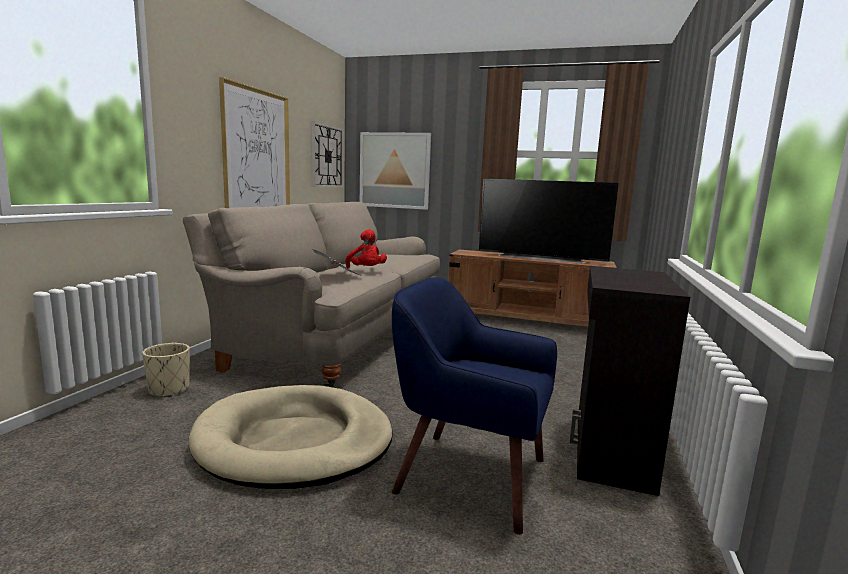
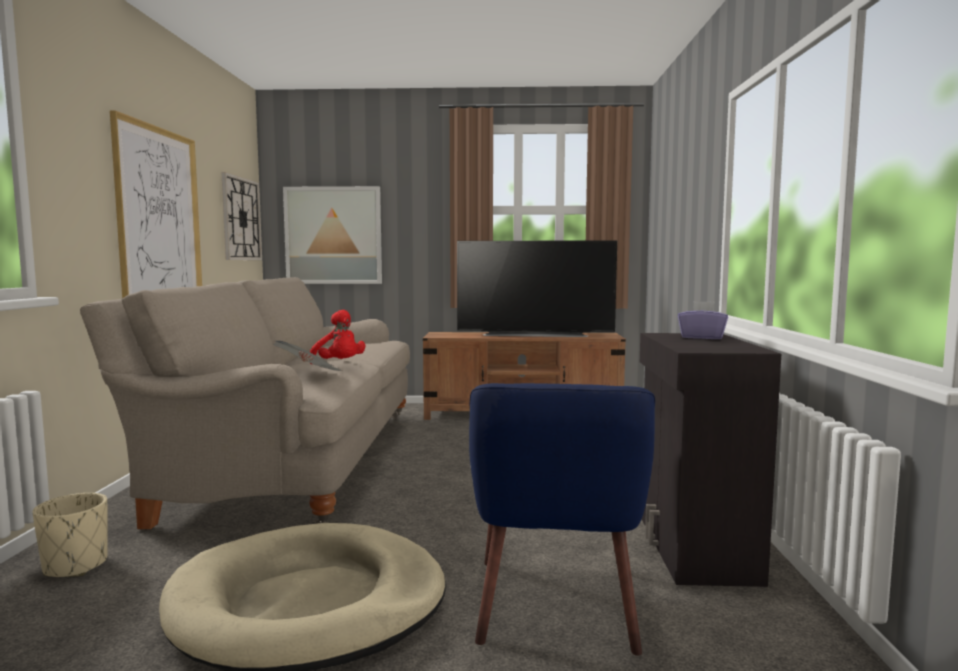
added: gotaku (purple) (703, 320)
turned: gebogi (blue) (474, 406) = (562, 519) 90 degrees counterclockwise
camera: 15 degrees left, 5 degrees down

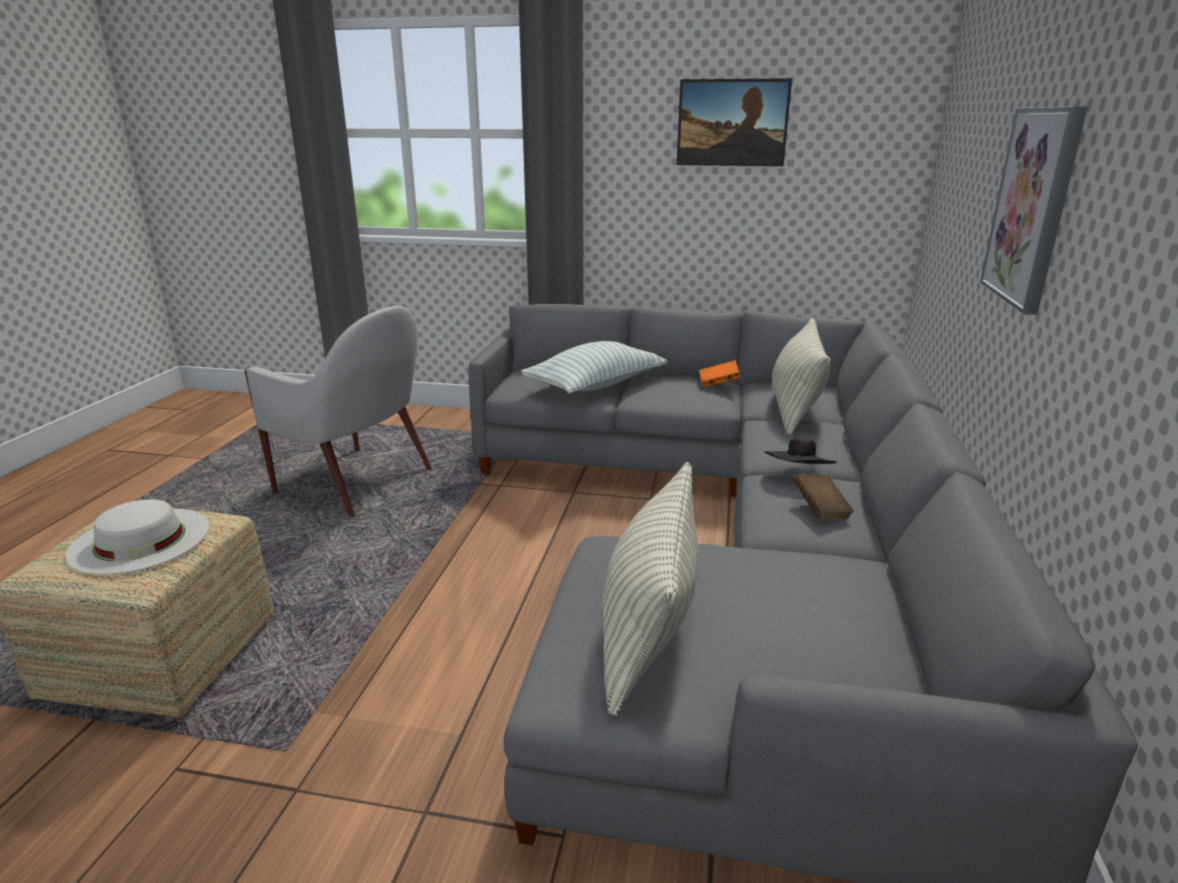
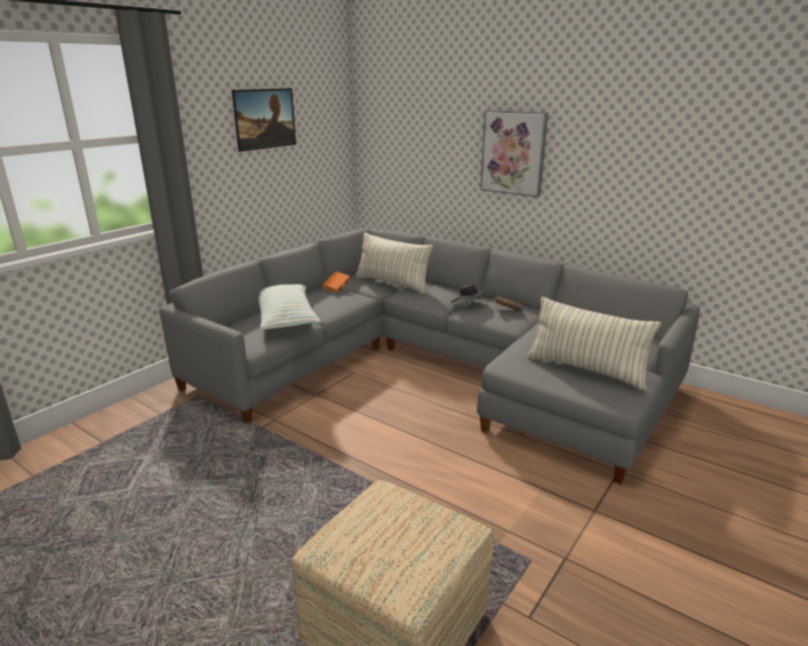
removed: gebogi (white) (338, 411); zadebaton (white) (137, 537)
camera: 65 degrees left, 0 degrees up

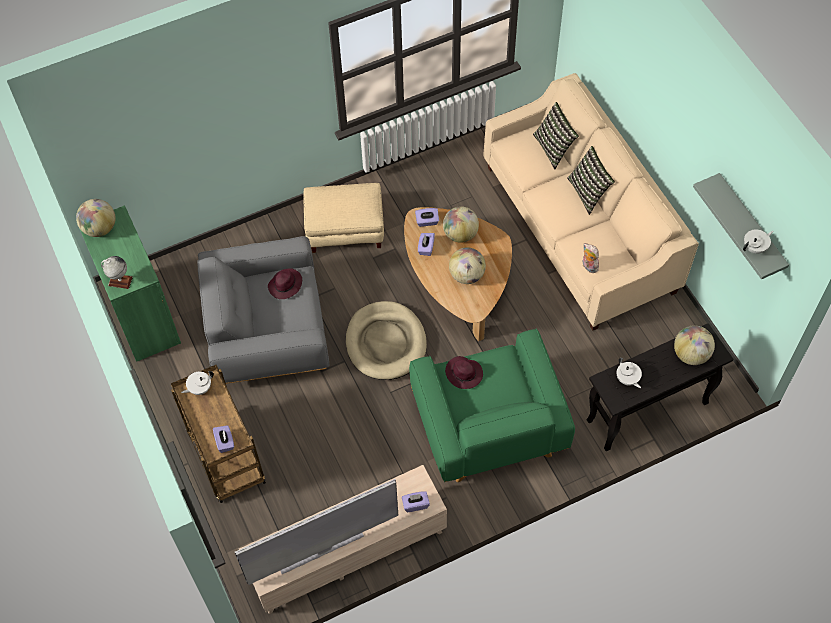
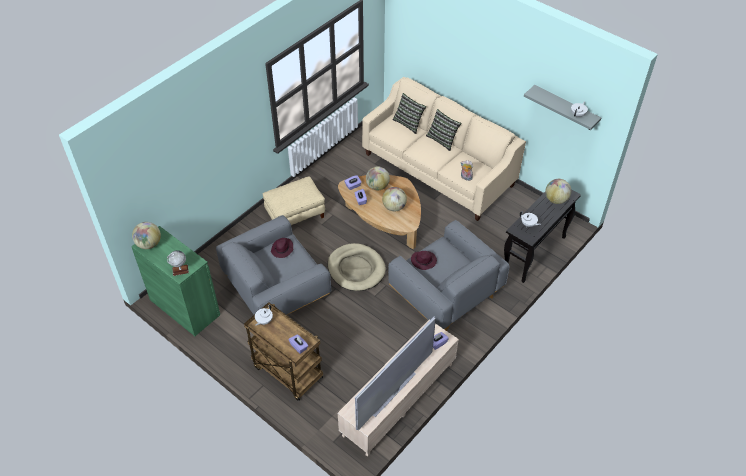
recoloured: gebogi (green) (492, 405) to gebogi (grey) (448, 275)
camera: 25 degrees left, 10 degrees down

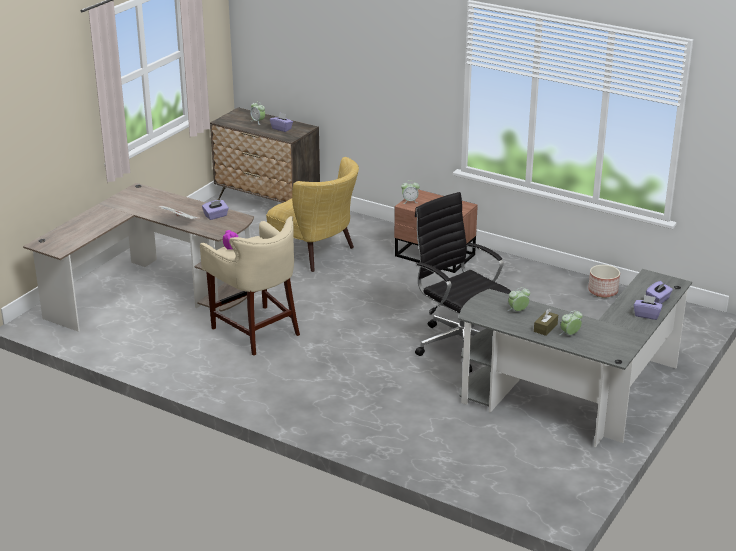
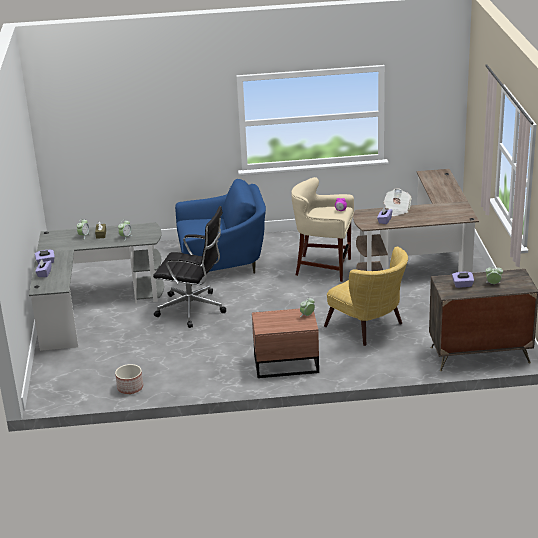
added: gebogi (blue) (220, 232)
turned: gebogi (yellow) (312, 214) = (366, 296) 135 degrees counterclockwise
camera: 145 degrees right, 0 degrees up

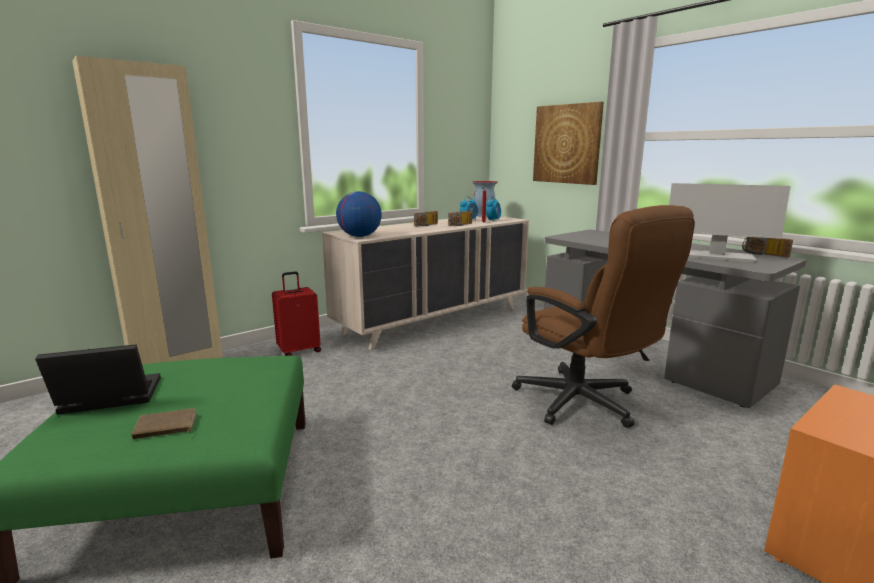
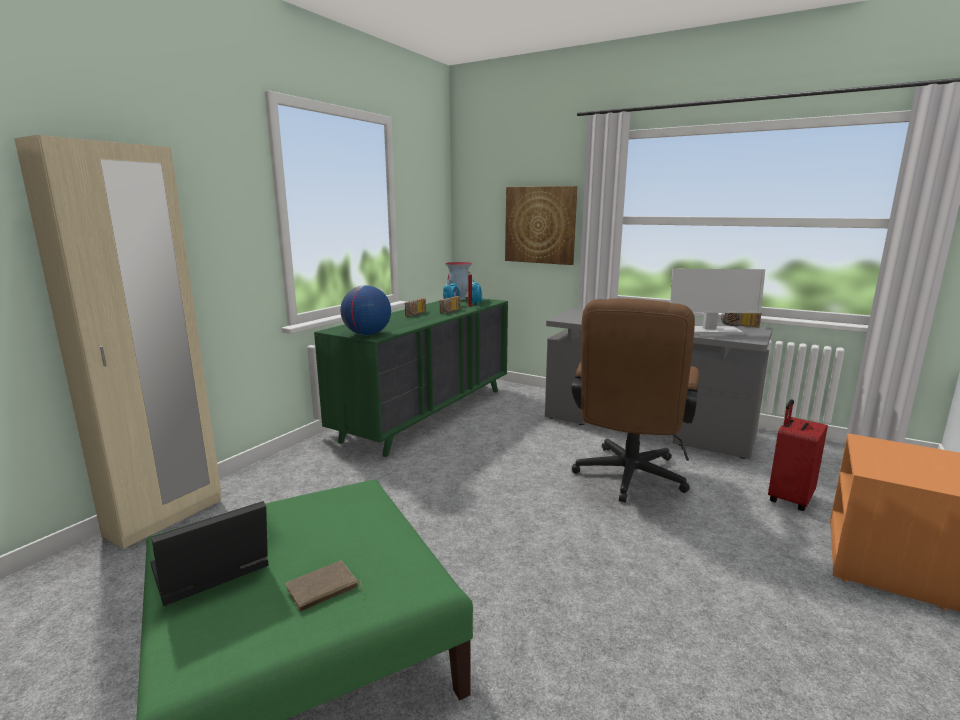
moved: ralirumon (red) (296, 313) to (798, 455)
recoloured: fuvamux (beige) (425, 282) to fuvamux (green) (411, 377)
turned: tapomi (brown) (603, 316) = (635, 401) 75 degrees clockwise
camera: 20 degrees left, 0 degrees up

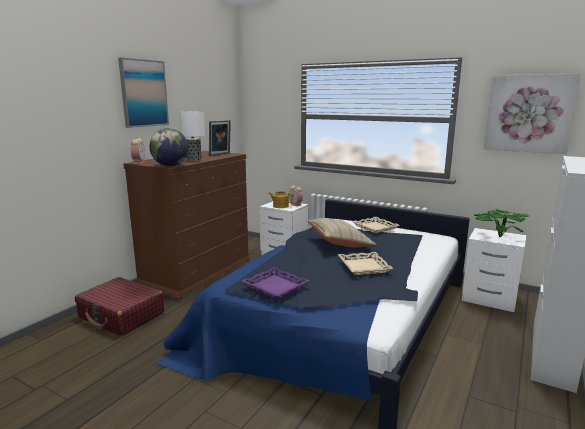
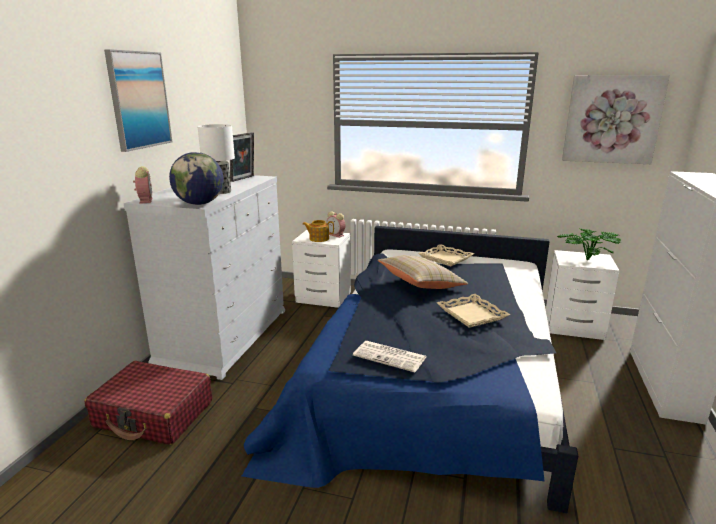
replaced: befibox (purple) (276, 283) to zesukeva (389, 356)
recoloured: fuvamux (brown) (186, 226) to fuvamux (white) (204, 277)
camera: 15 degrees left, 5 degrees up

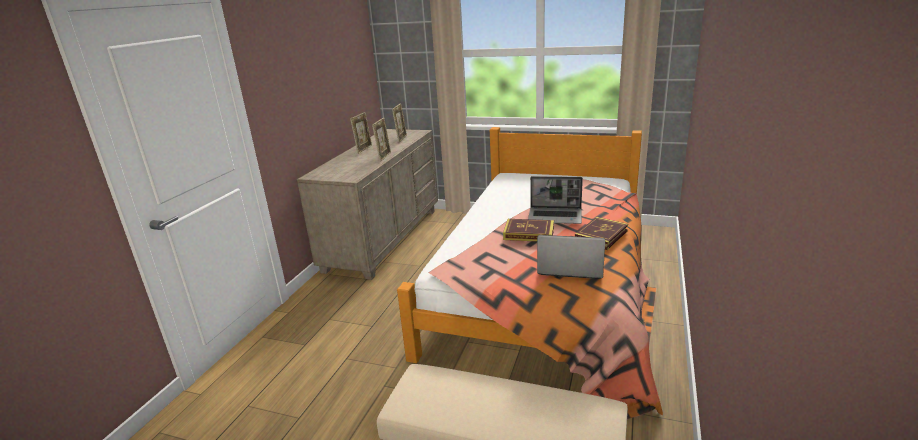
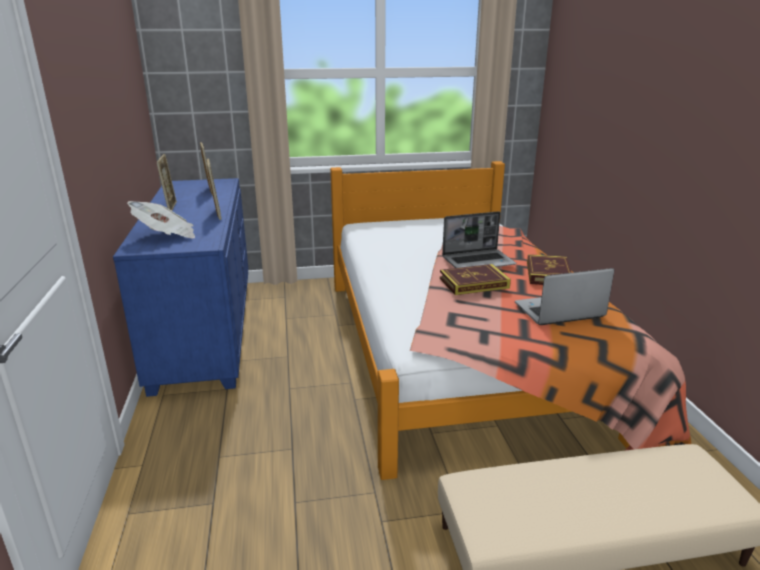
added: zesukeva (161, 219)
recoloured: fuvamux (beige) (367, 204) to fuvamux (blue) (180, 287)
camera: 30 degrees left, 0 degrees up

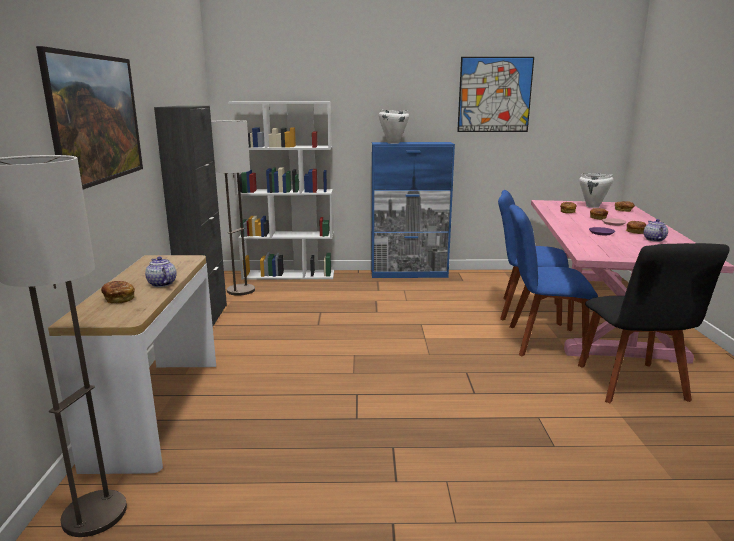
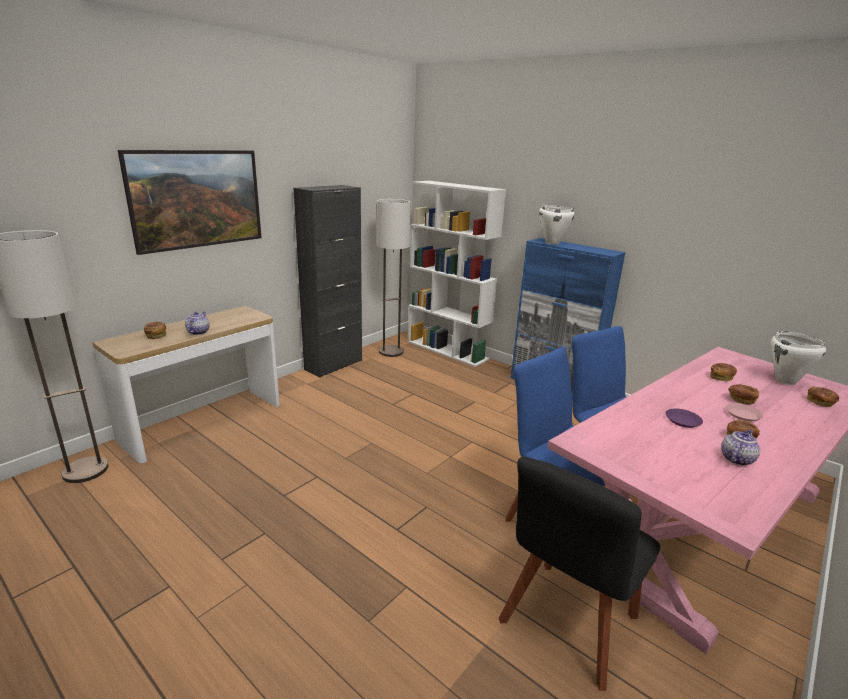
removed: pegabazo (495, 94)
camera: 40 degrees right, 5 degrees up

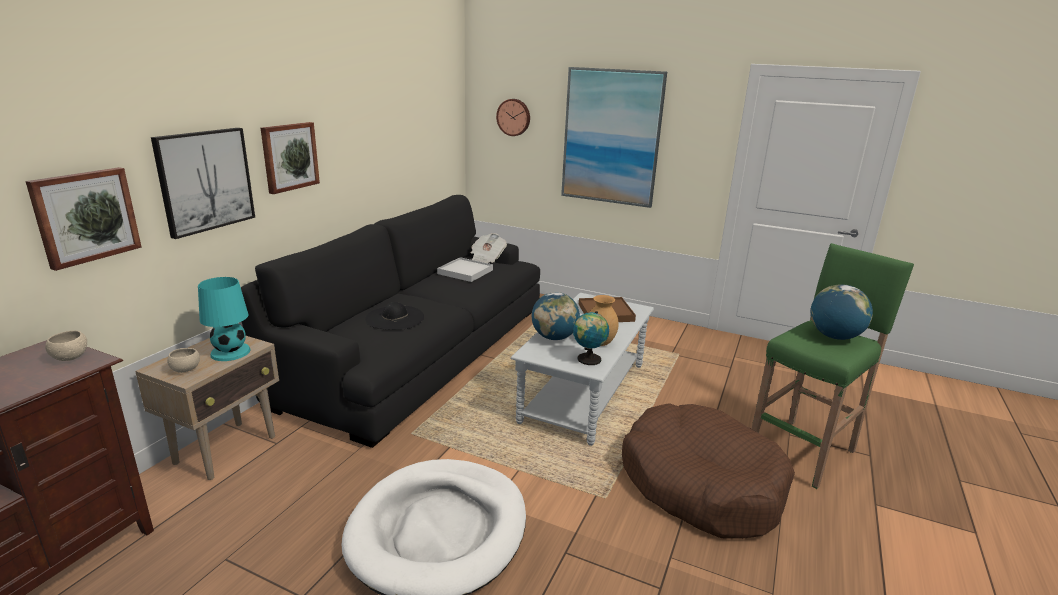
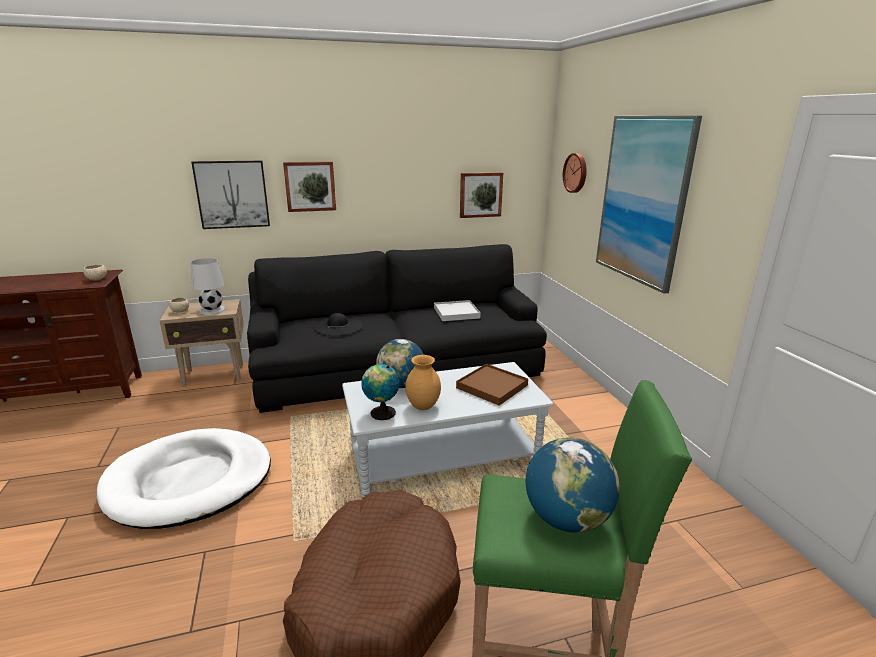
removed: zesukeva (489, 248)
moved: pegabazo (83, 219) to (481, 195)
recoloured: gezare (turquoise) (224, 319) to gezare (white) (208, 286)
camera: 50 degrees right, 0 degrees up

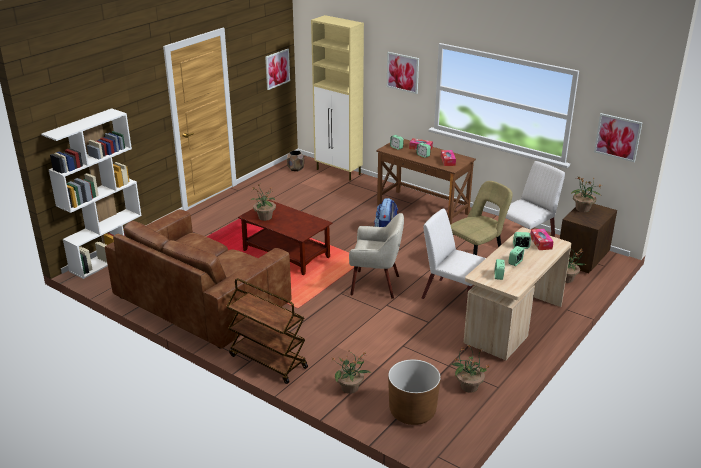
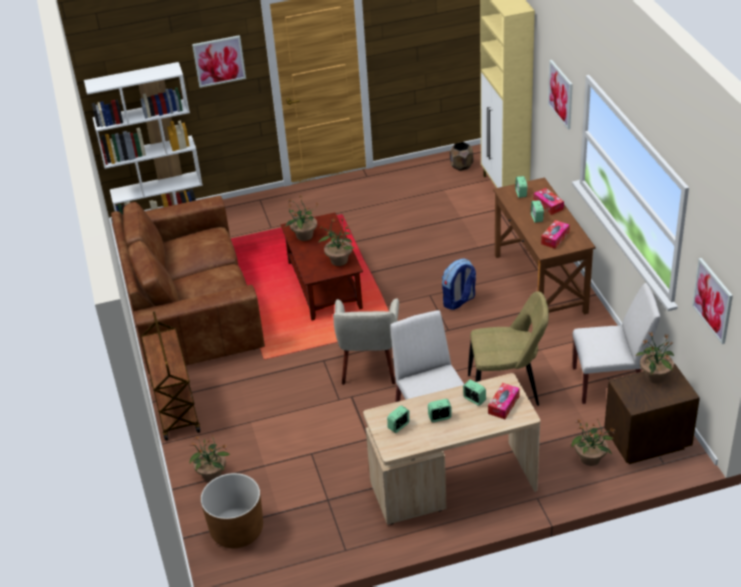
moved: pegabazo (277, 69) to (219, 61); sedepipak (470, 369) to (337, 242)
turned: gebogi (beige) (376, 256) = (366, 341) 45 degrees clockwise
camera: 40 degrees right, 10 degrees up

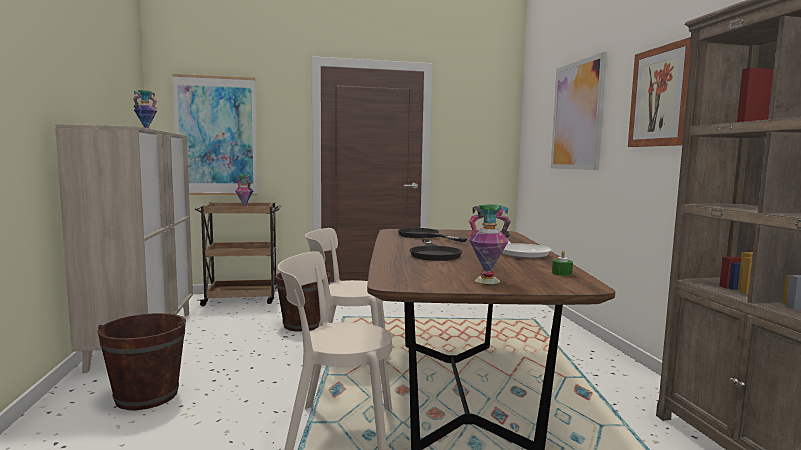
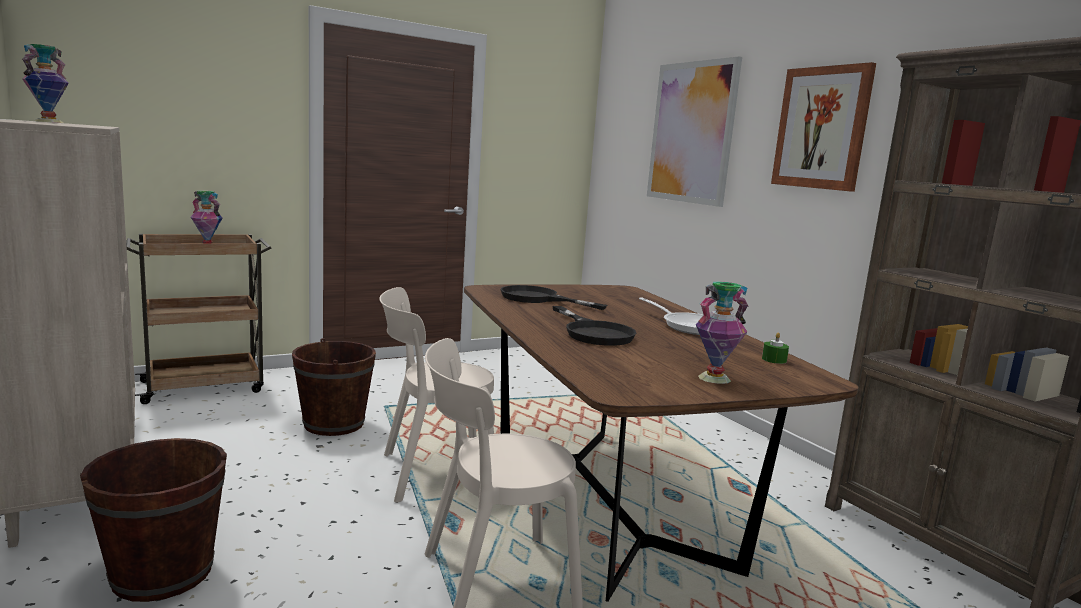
removed: pegabazo (215, 134)
camera: 20 degrees left, 5 degrees up

